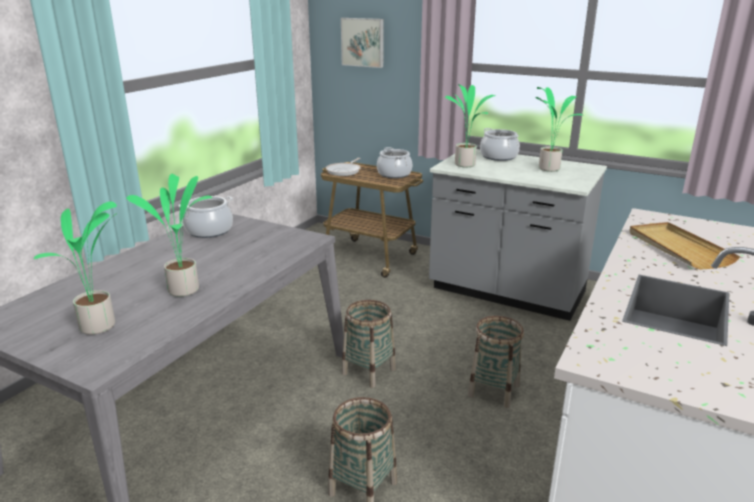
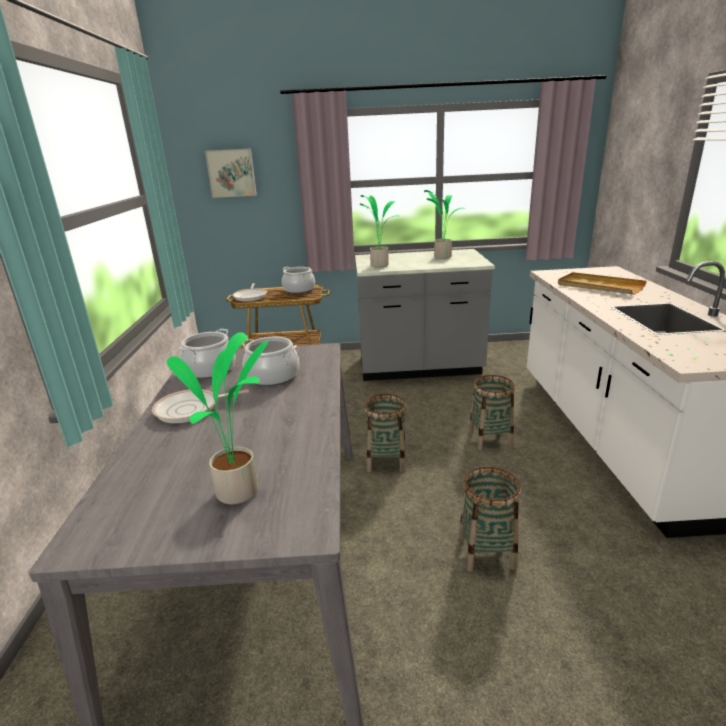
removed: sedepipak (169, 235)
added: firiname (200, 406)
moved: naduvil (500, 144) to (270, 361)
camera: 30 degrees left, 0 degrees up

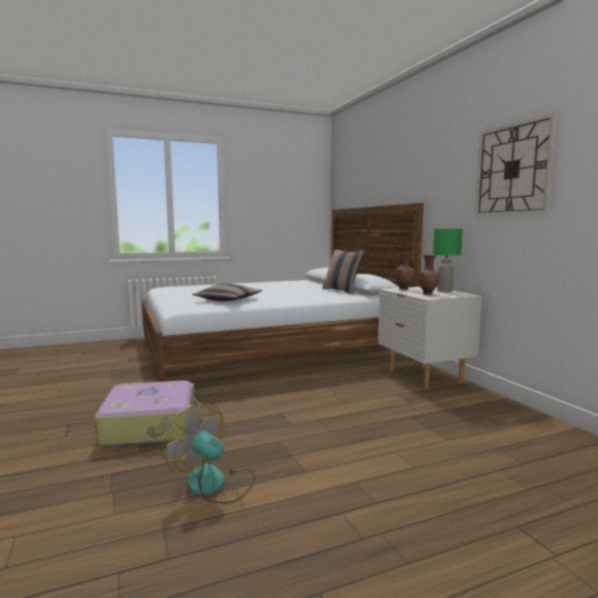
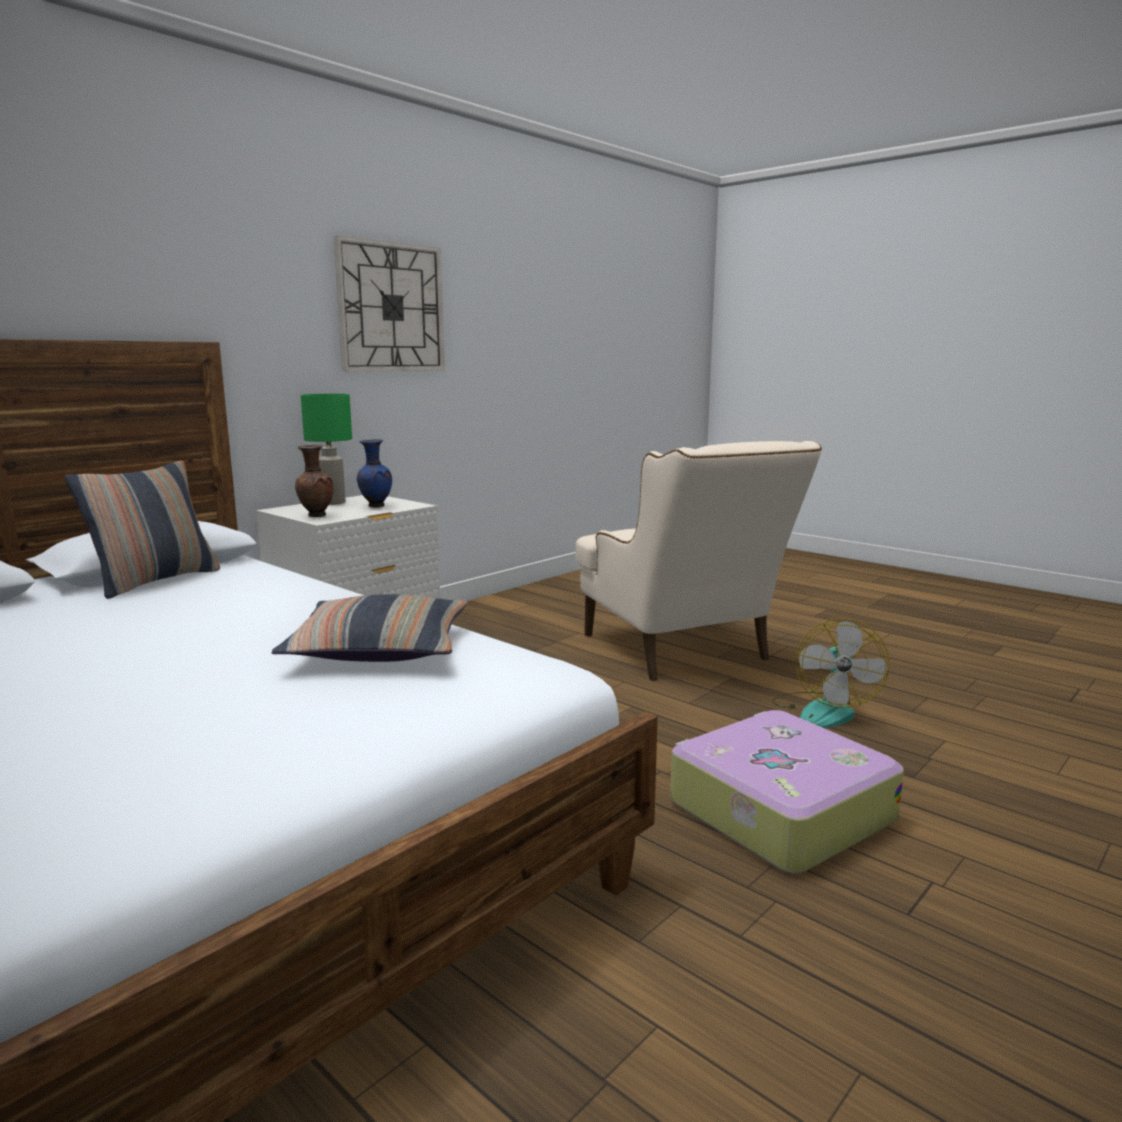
added: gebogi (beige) (699, 561)
recoloured: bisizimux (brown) (429, 275) to bisizimux (blue) (374, 473)
camera: 115 degrees left, 5 degrees up

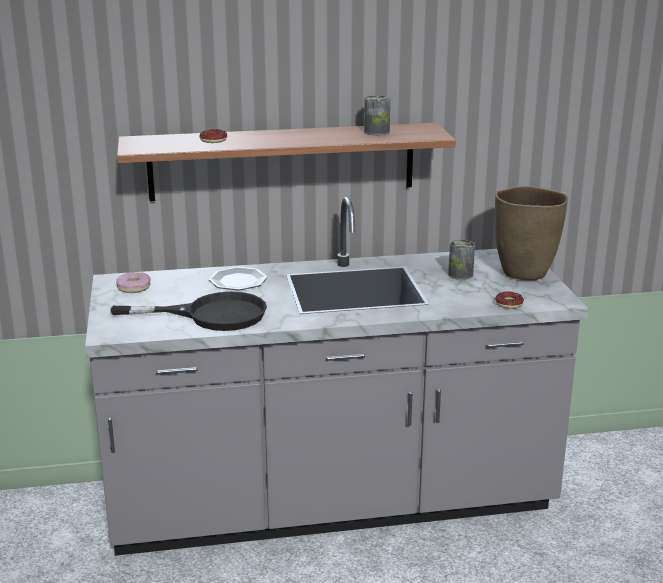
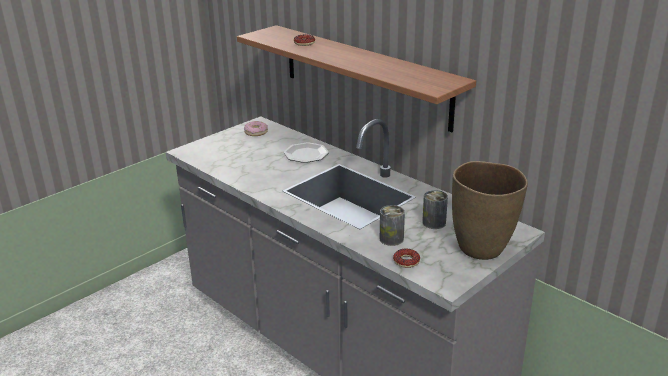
removed: firiname (black) (189, 311)
moved: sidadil (377, 115) to (392, 225)
camera: 55 degrees right, 5 degrees up

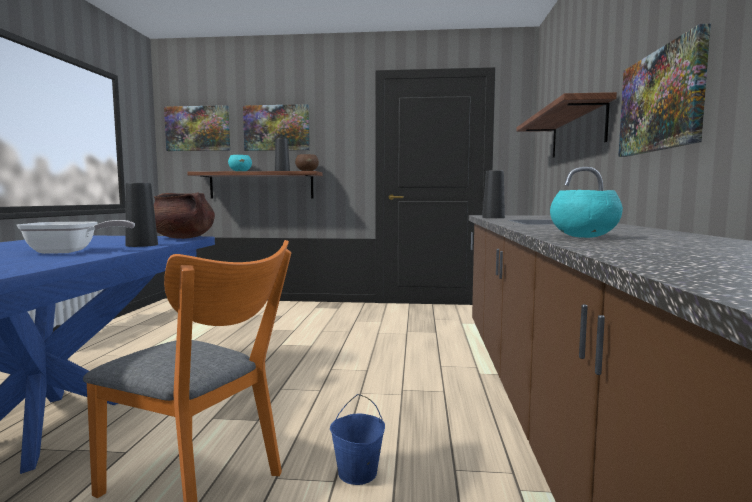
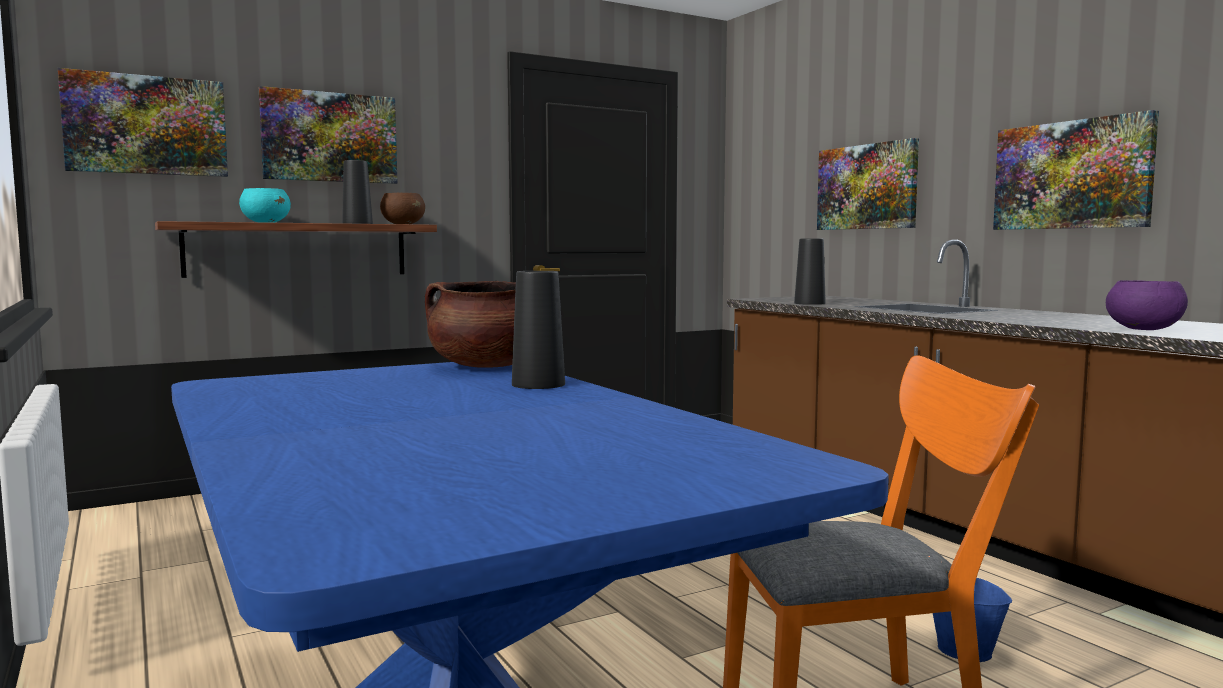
removed: firiname (76, 237)
replaced: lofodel (566, 125) to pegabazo (868, 184)
recoloured: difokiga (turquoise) (586, 214) to difokiga (purple) (1147, 305)
camera: 35 degrees left, 0 degrees up

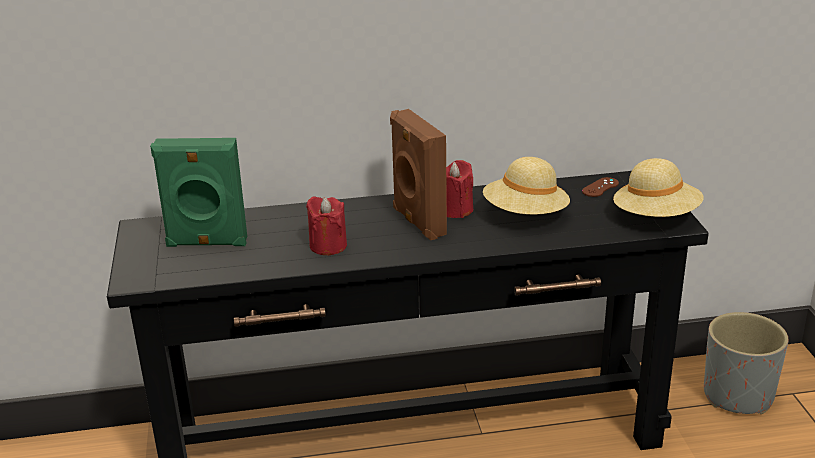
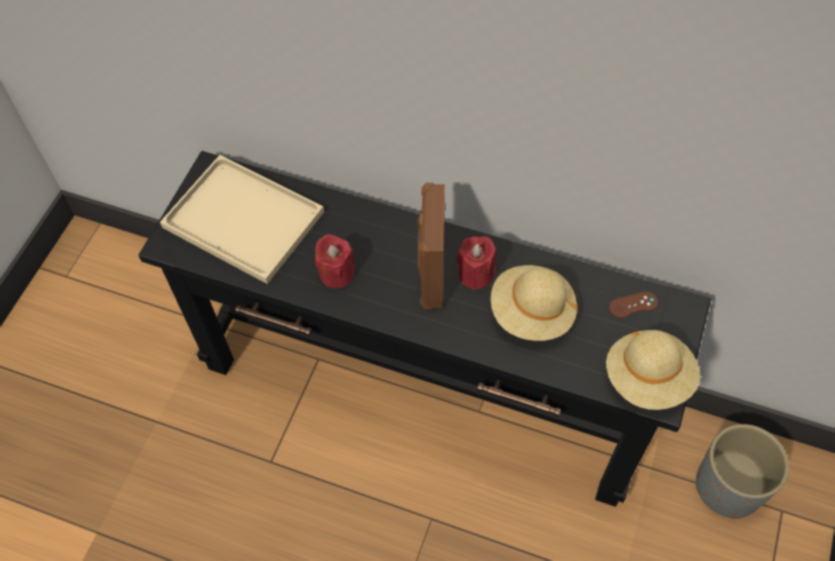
replaced: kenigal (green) (198, 192) to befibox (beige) (242, 219)
camera: 30 degrees right, 30 degrees up

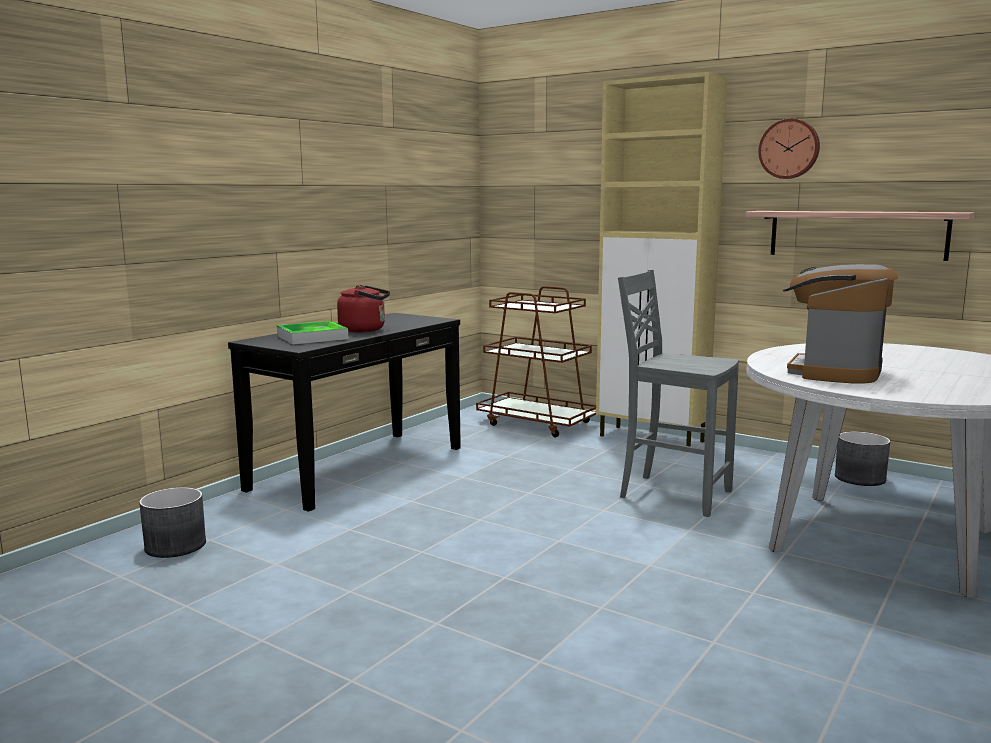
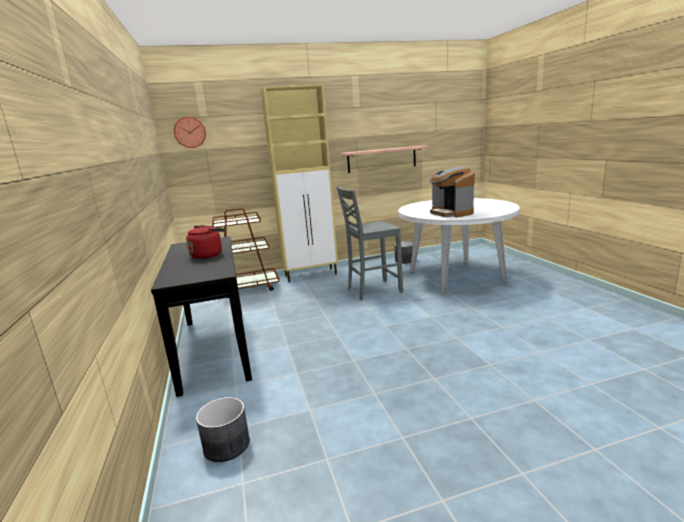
removed: befibox (313, 333)
moved: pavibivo (789, 148) to (190, 132)
camera: 50 degrees left, 5 degrees up

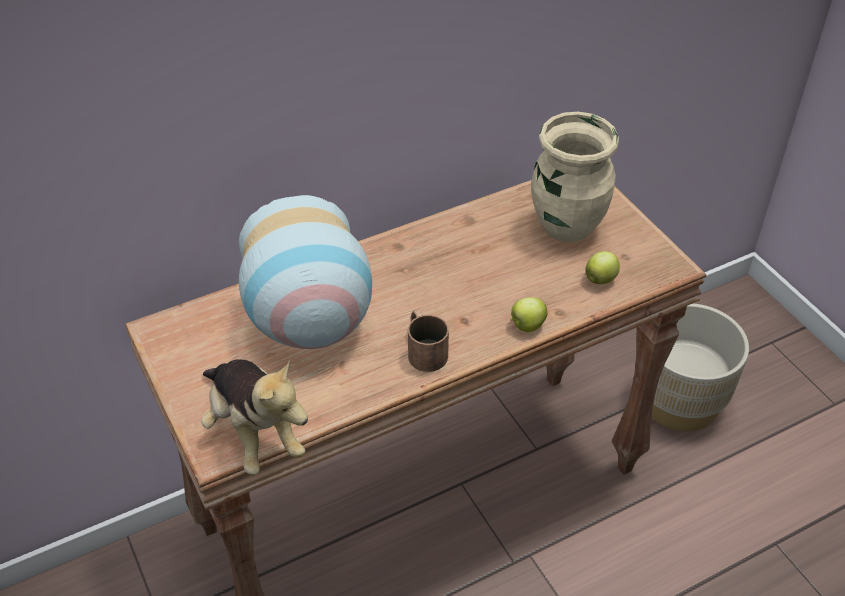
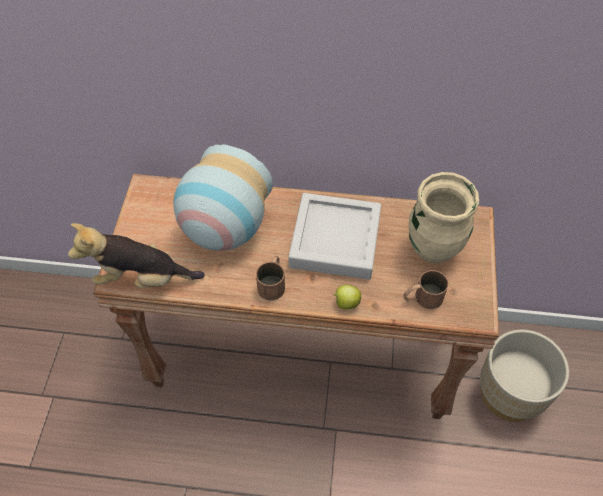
added: befibox (grey) (334, 236)
replaced: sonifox (602, 267) to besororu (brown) (425, 289)
turned: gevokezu (254, 417) = (136, 255) 90 degrees clockwise
camera: 35 degrees right, 10 degrees up

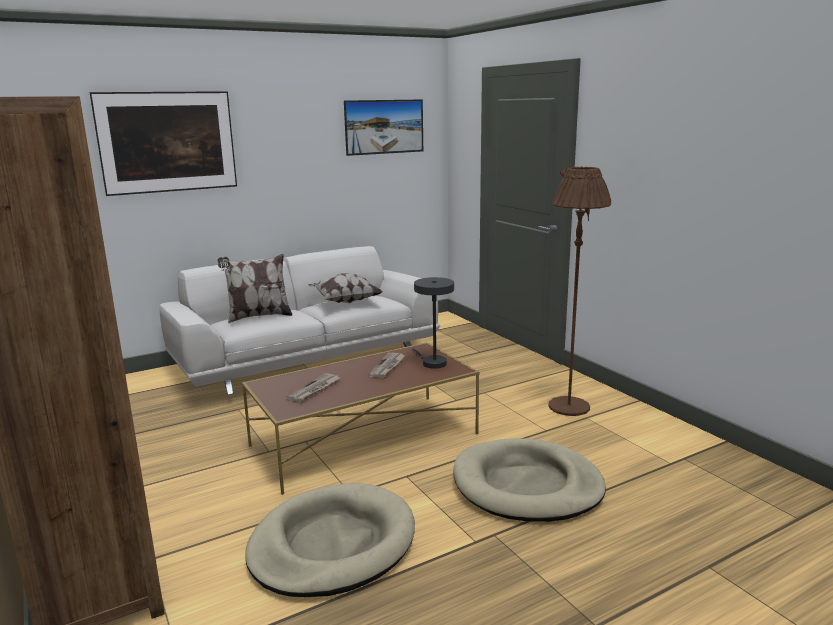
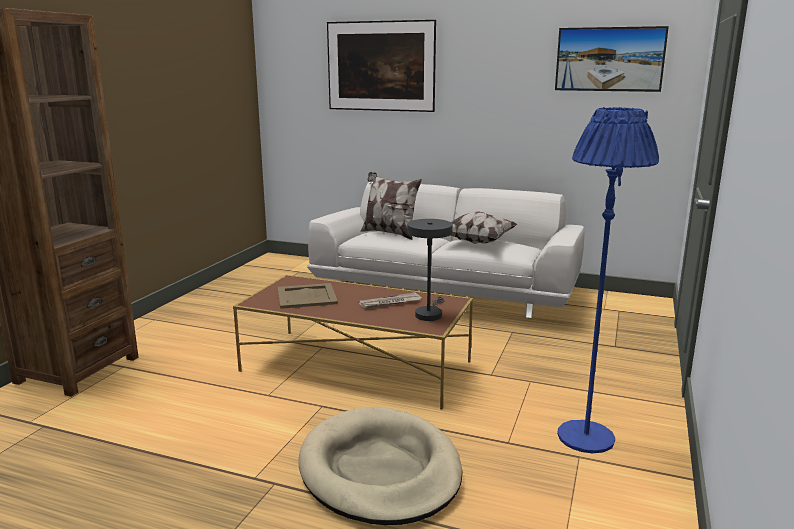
removed: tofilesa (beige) (330, 540)
replaced: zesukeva (313, 387) to befibox (beige) (308, 296)
recoloured: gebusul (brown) (579, 291) to gebusul (blue) (608, 280)
camera: 50 degrees right, 0 degrees up

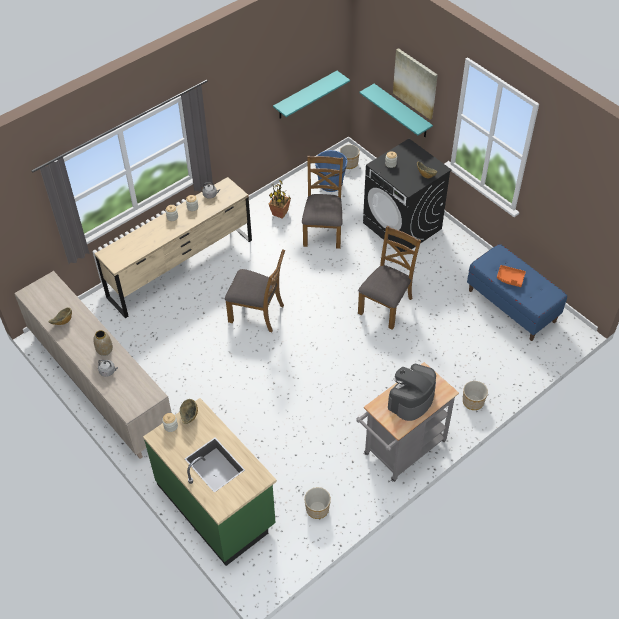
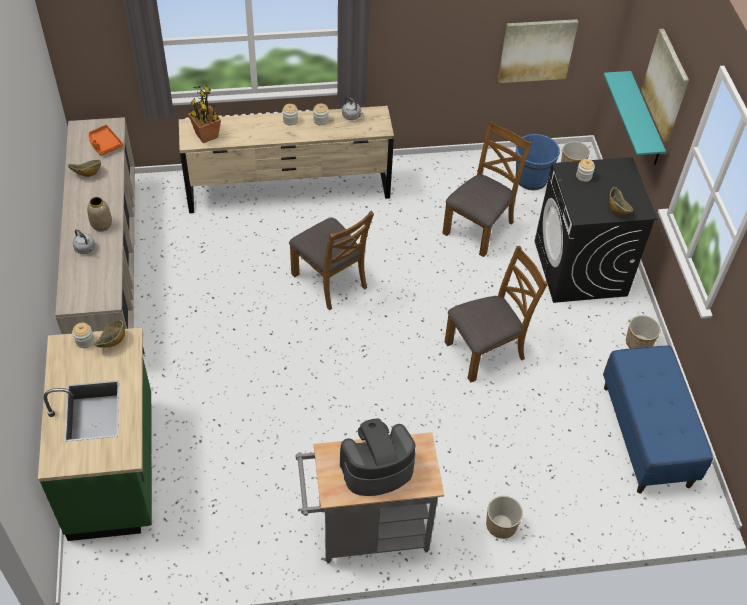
moved: sedepipak (280, 199) to (204, 114); befibox (orange) (511, 276) to (105, 140); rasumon (317, 503) to (643, 331)
replaced: lofodel (turquoise) (311, 94) to pegabazo (538, 51)
camera: 30 degrees right, 0 degrees up

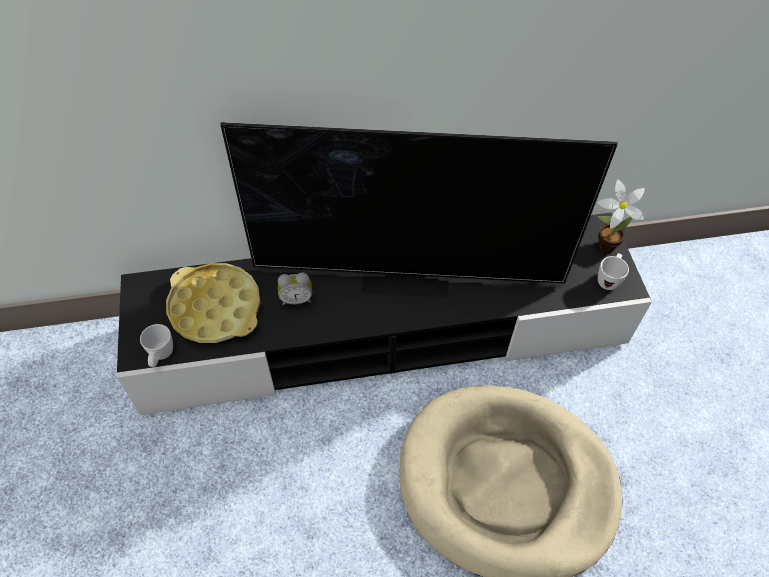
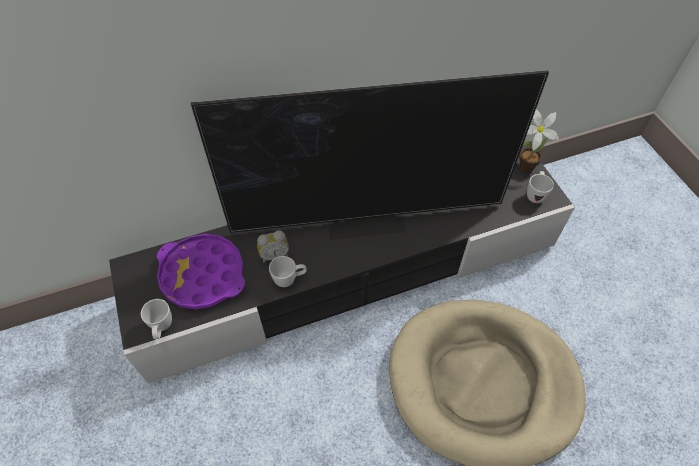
added: besororu (white) (288, 271)
recoloured: befibox (yellow) (213, 303) to befibox (purple) (201, 271)
camera: 10 degrees left, 0 degrees up

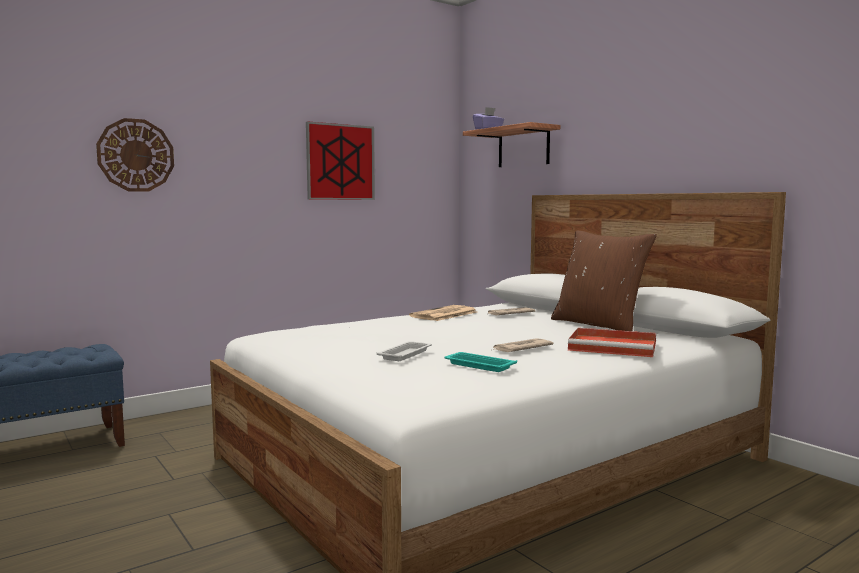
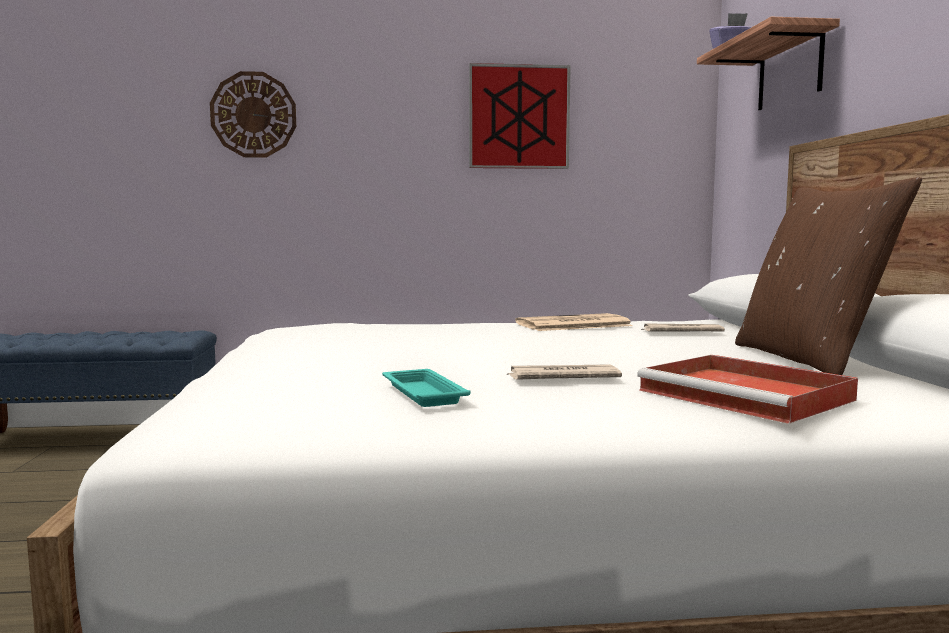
removed: befibox (white) (404, 351)
camera: 30 degrees right, 0 degrees up

